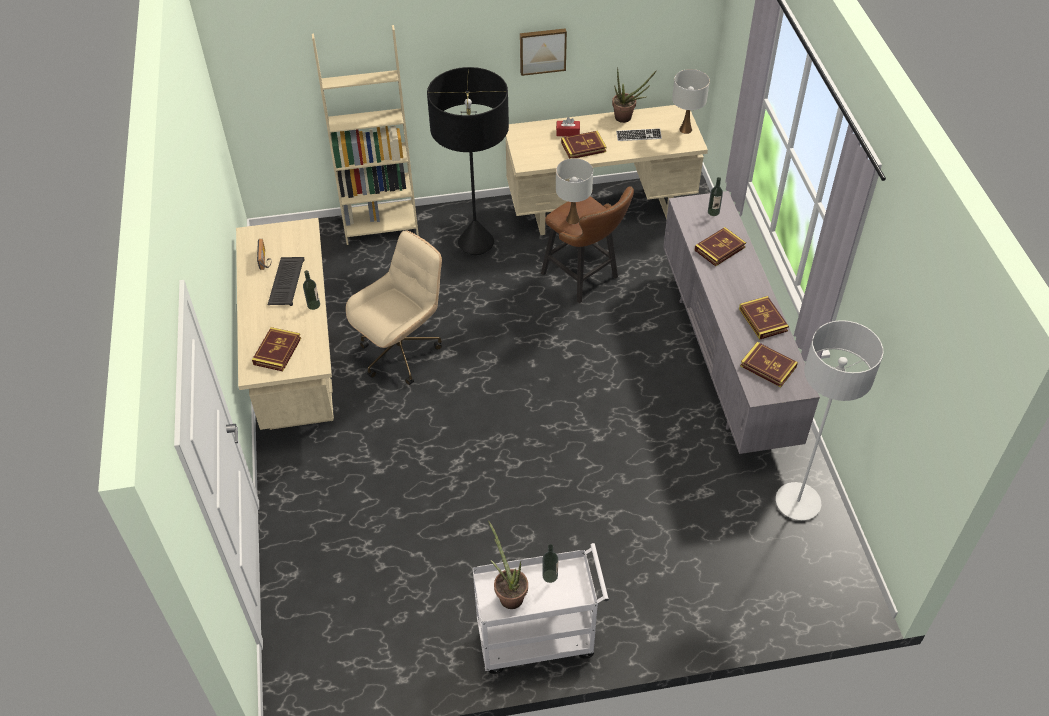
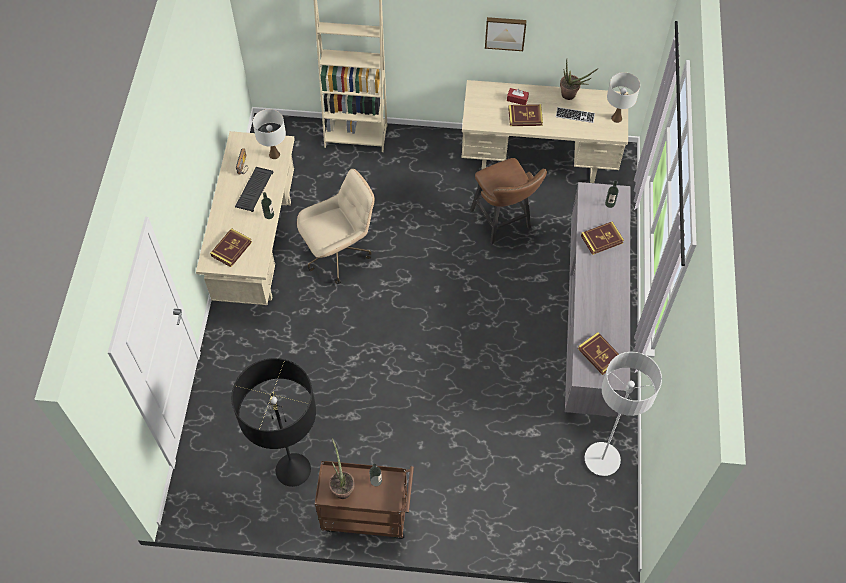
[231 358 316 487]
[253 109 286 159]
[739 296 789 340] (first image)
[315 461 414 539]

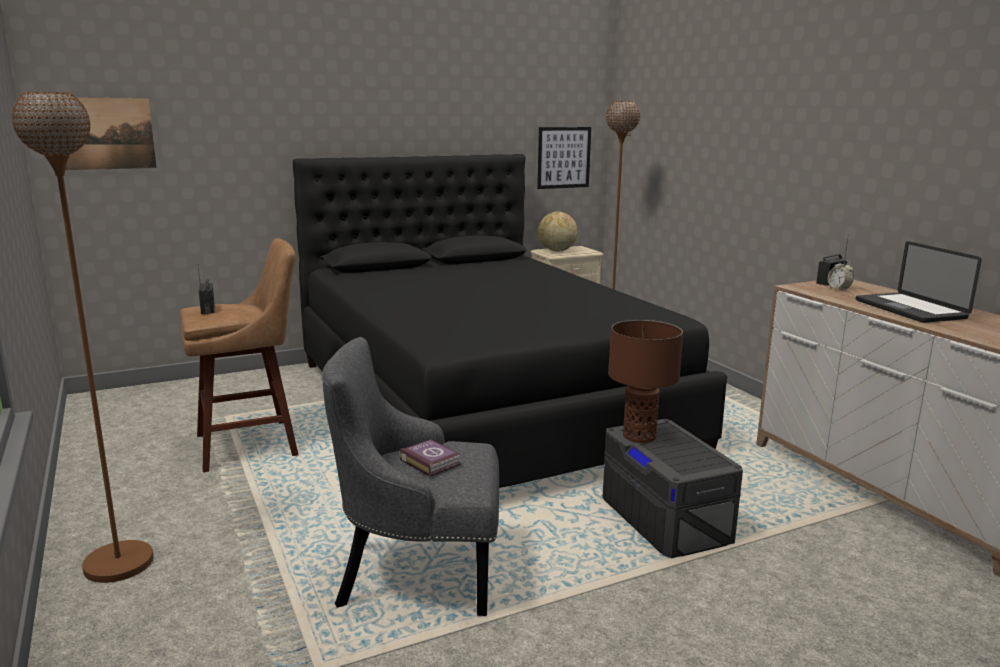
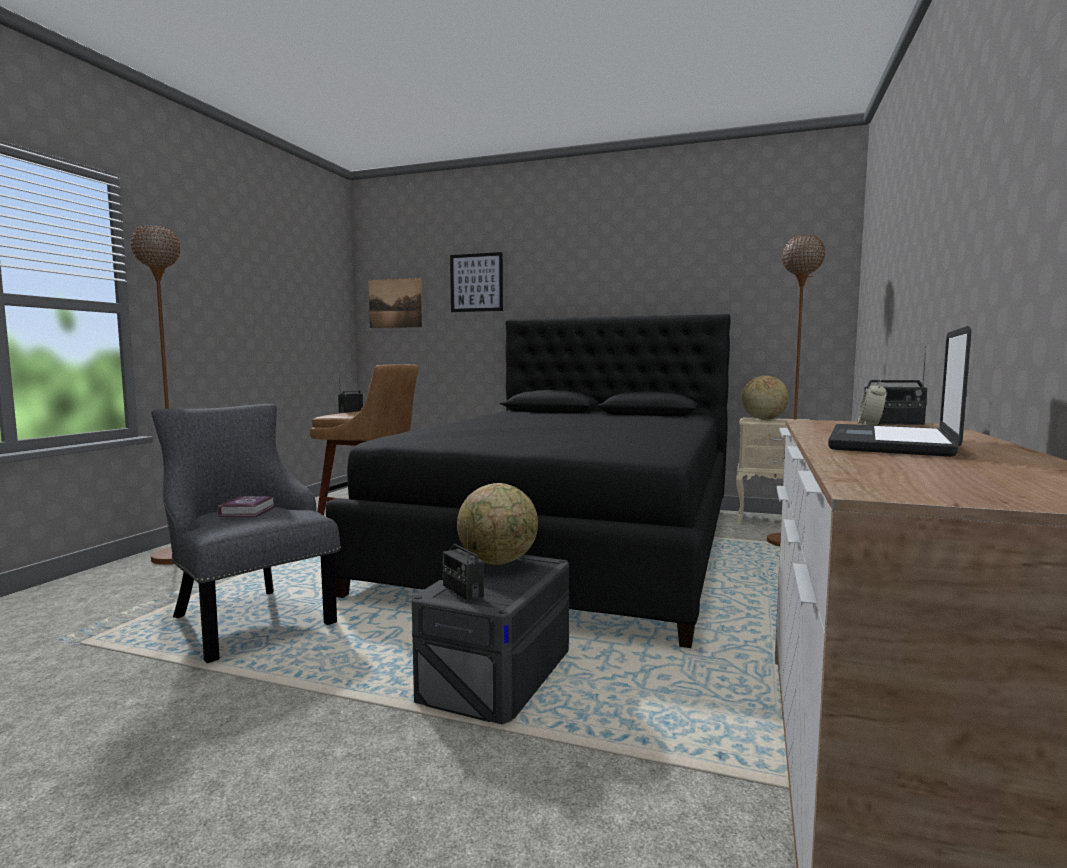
[450 252 503 312]
[457 483 538 565]
[442 523 484 601]

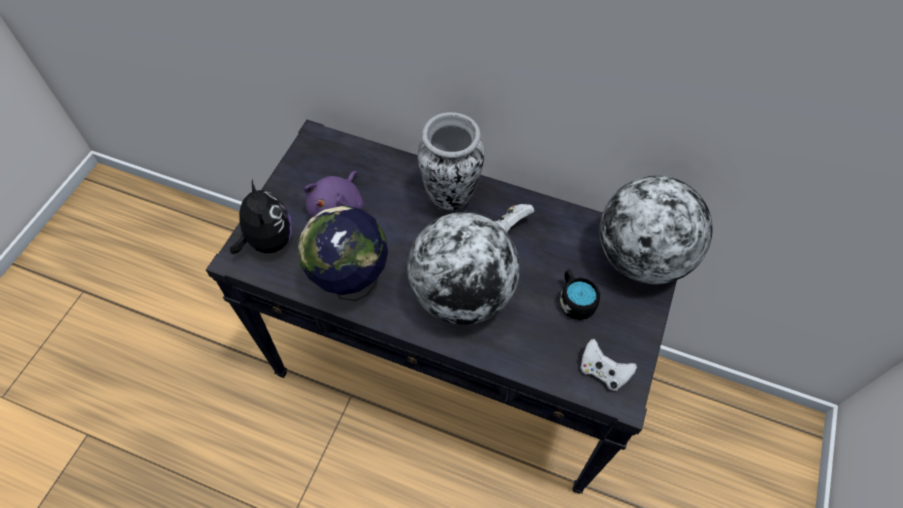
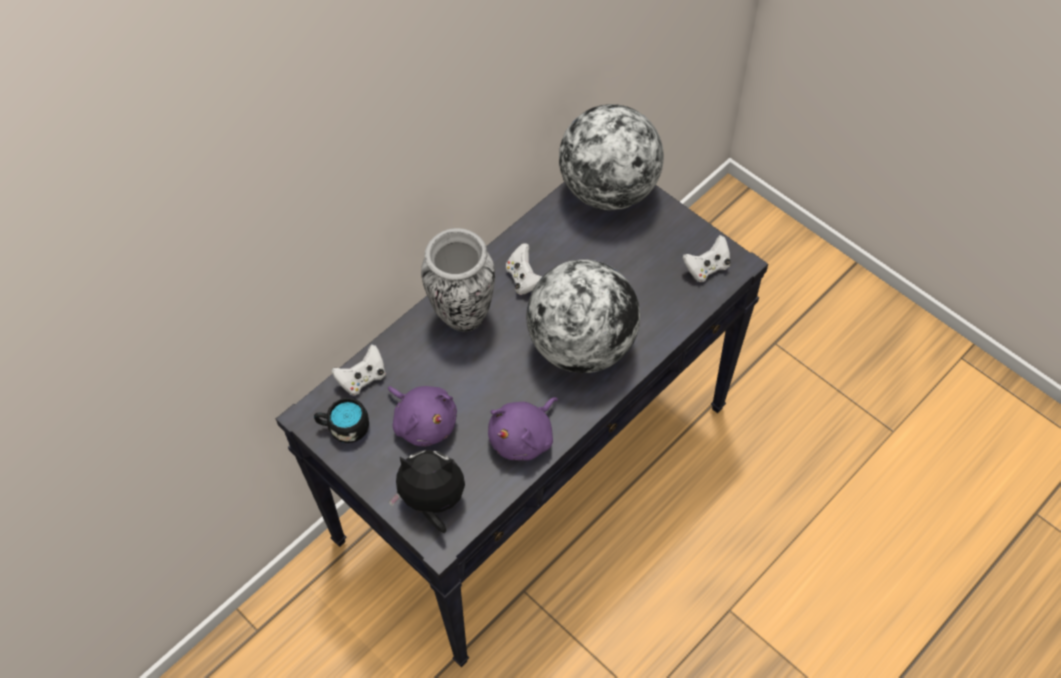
[488 397 558 461]
[314 398 369 443]
[332 344 385 395]

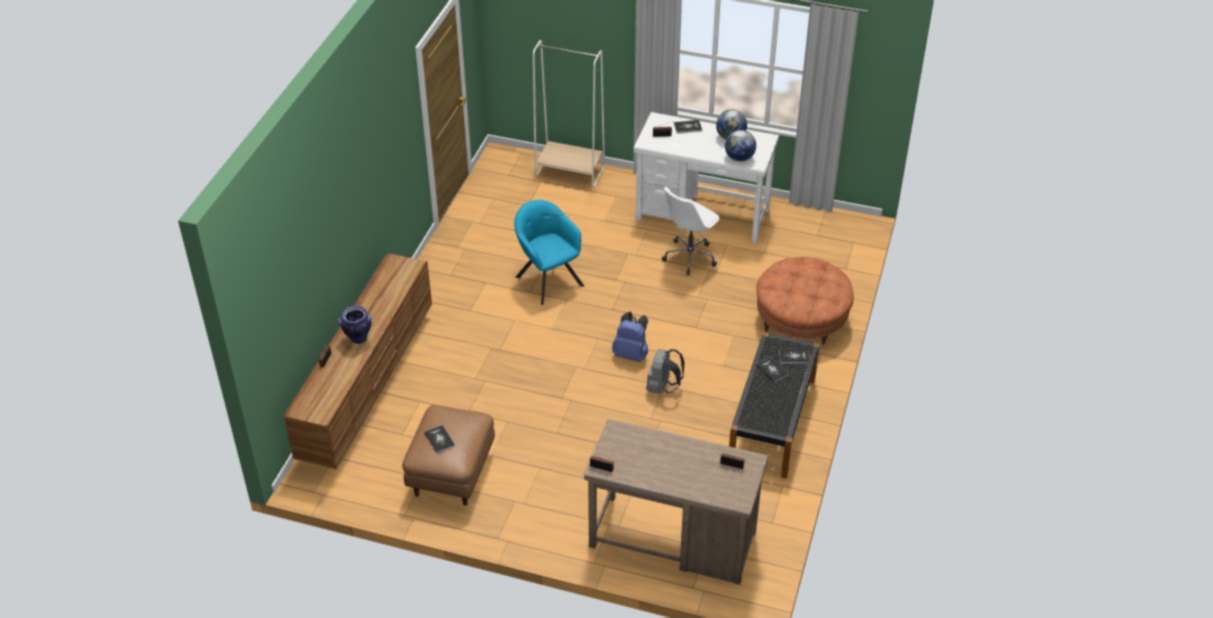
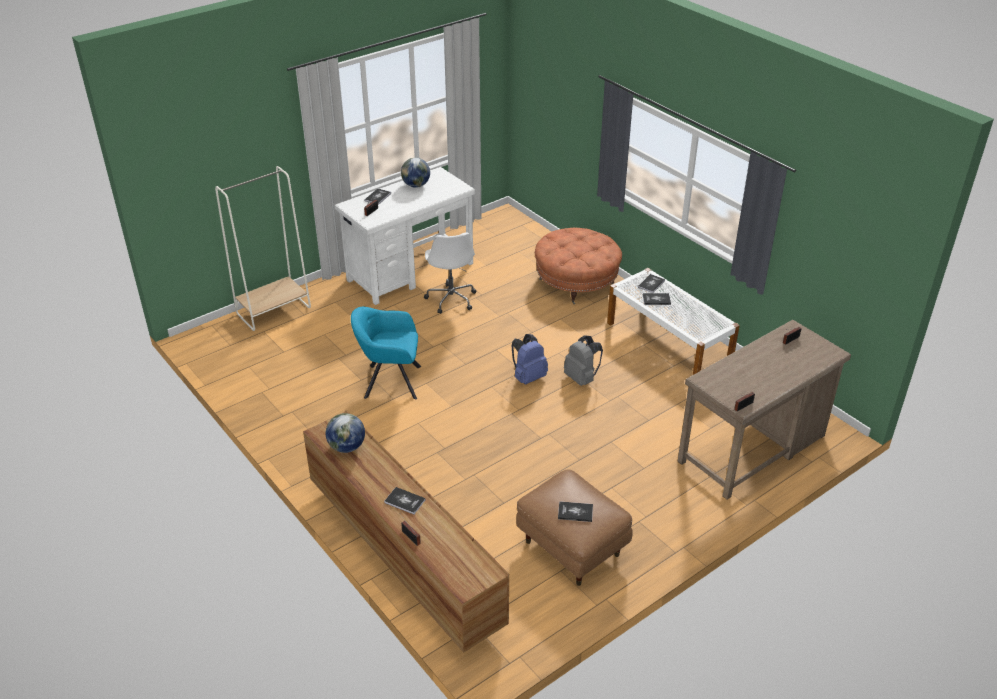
[326 413 365 453]
[384 487 426 515]
[607 268 740 375]

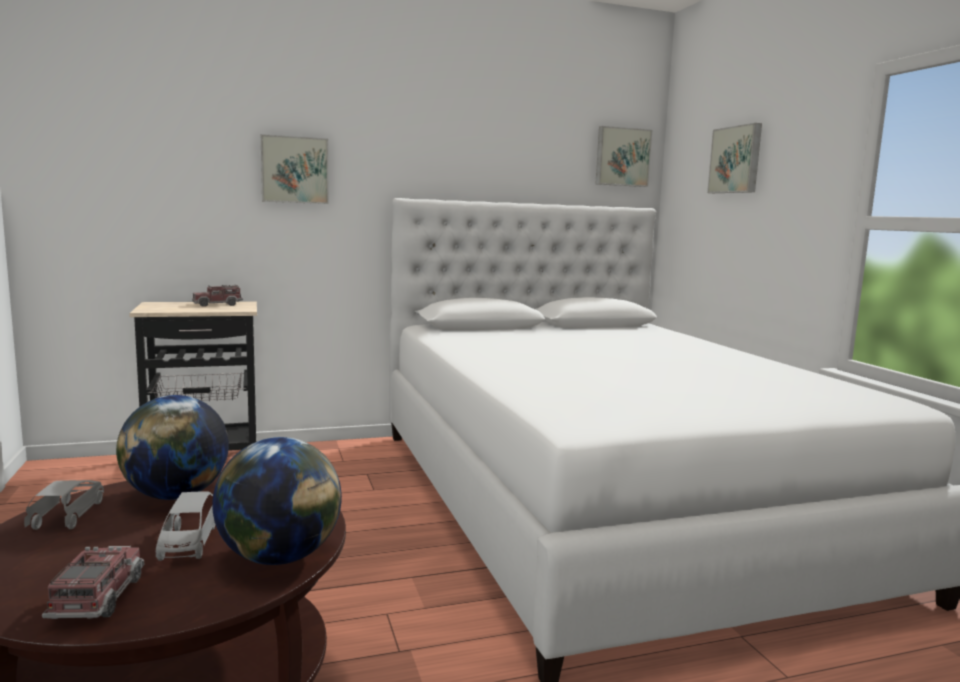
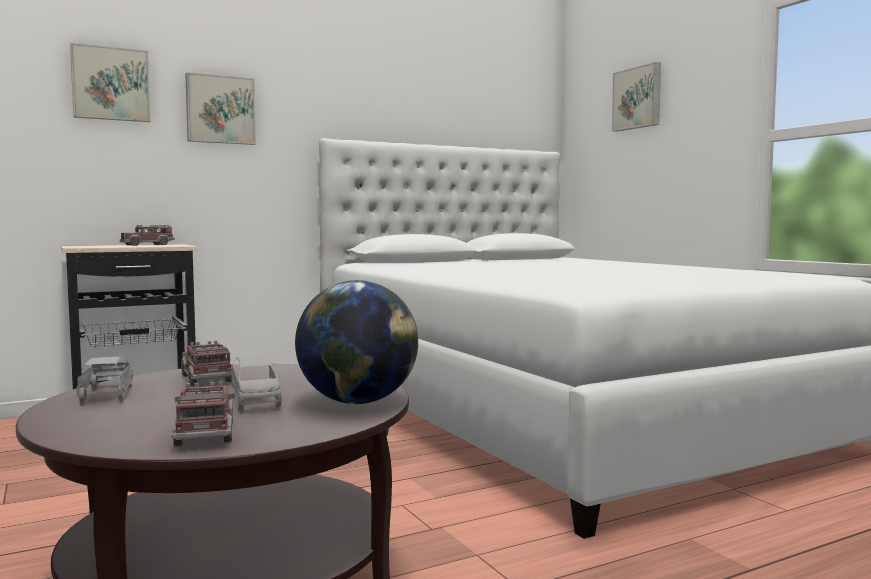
[70 43 151 122]
[181 341 232 386]

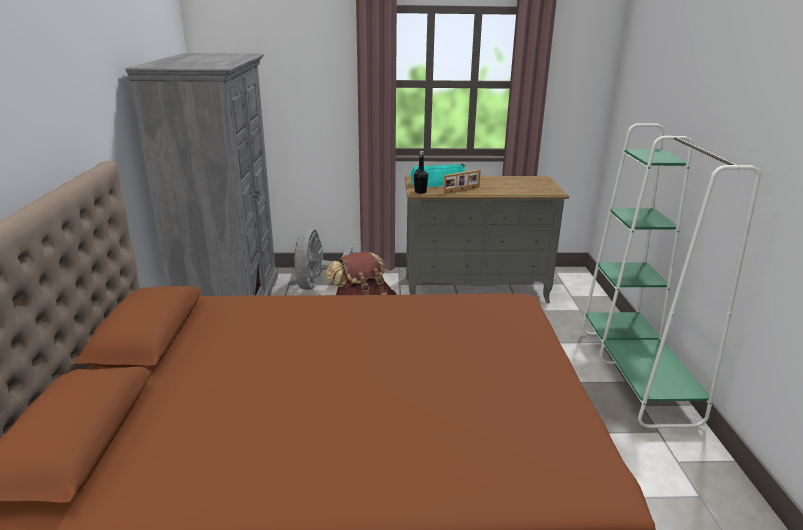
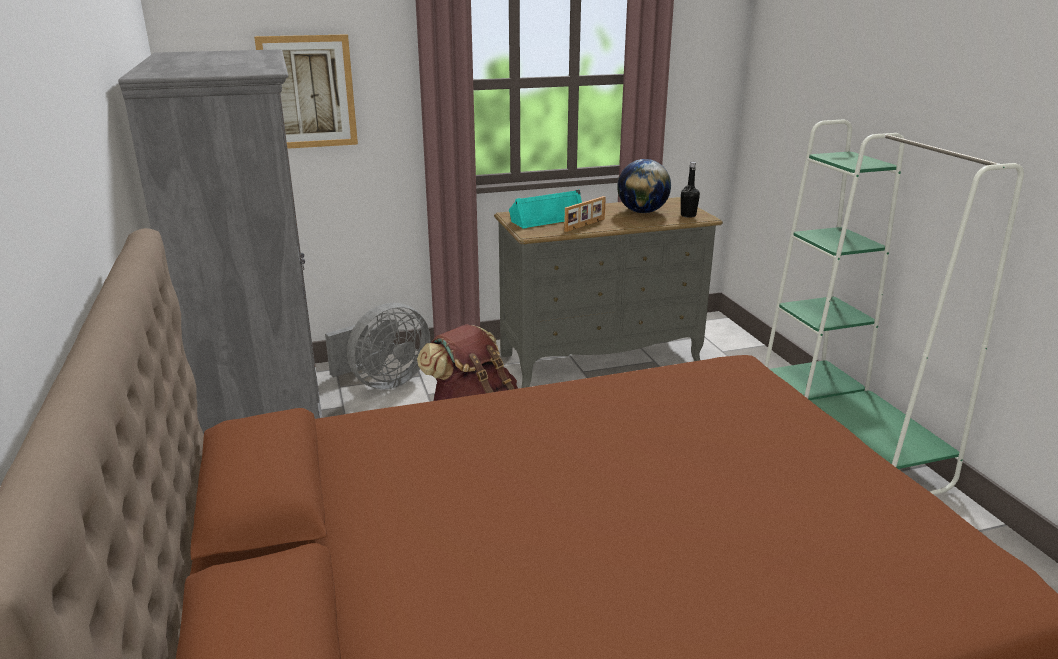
[681 162 700 218]
[325 303 430 390]
[254 34 358 149]
[617 159 671 213]

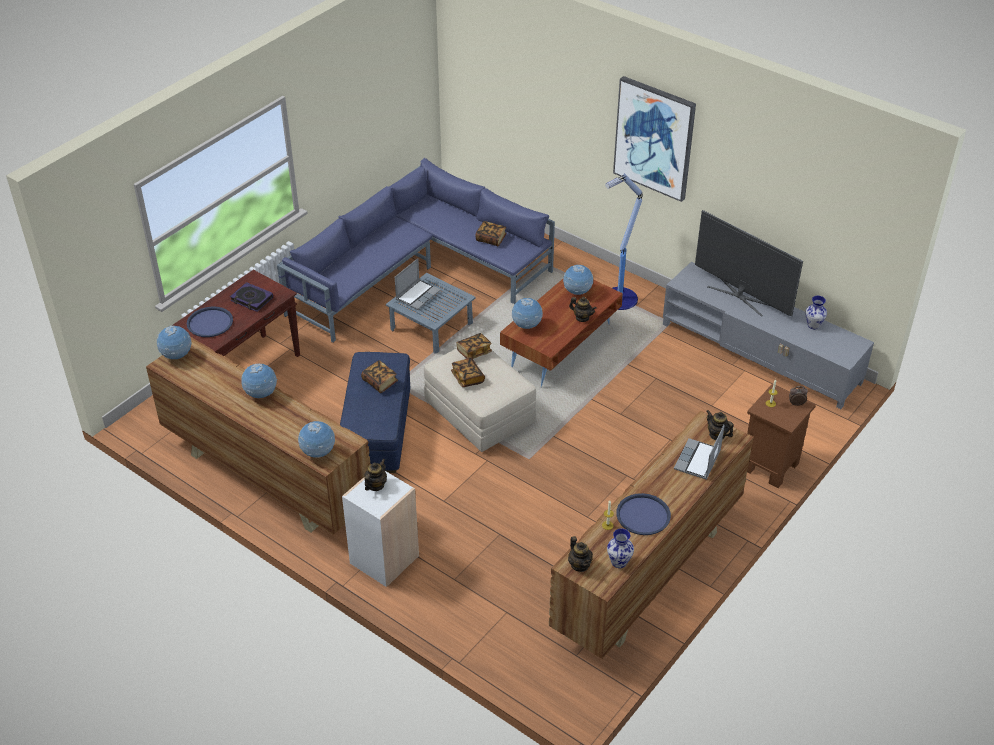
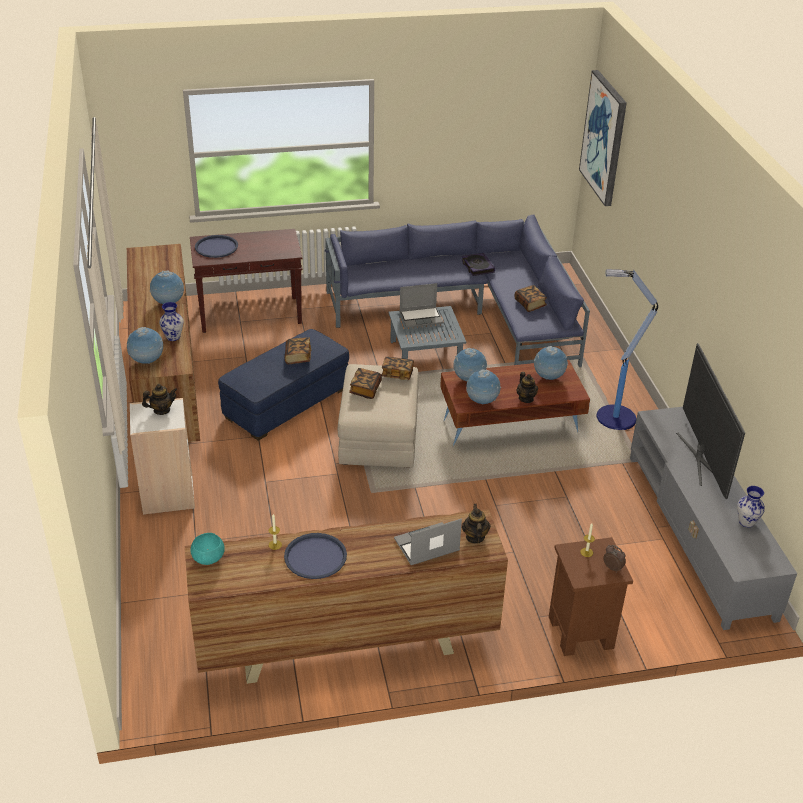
[579 70 627 206]
[461 253 495 276]
[466 369 501 405]
[159 302 183 341]
[190 533 225 565]

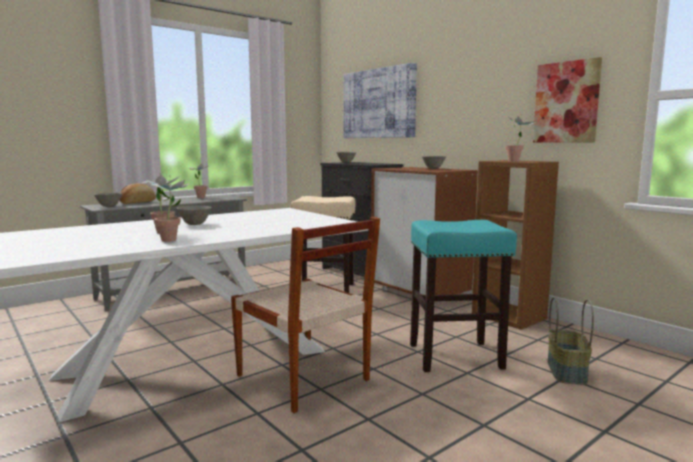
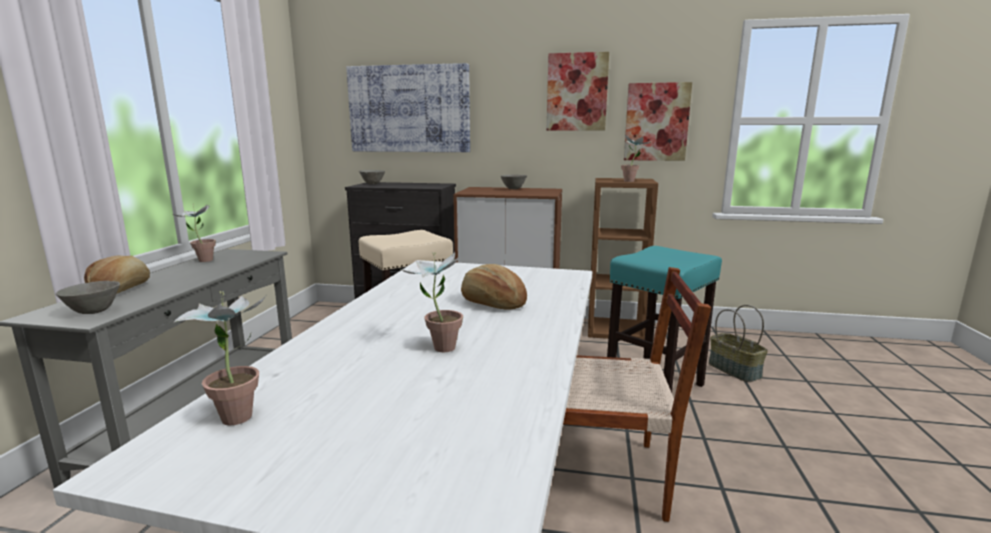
[174 291 266 425]
[176 206 212 225] (first image)
[547 52 609 131]
[461 264 527 310]

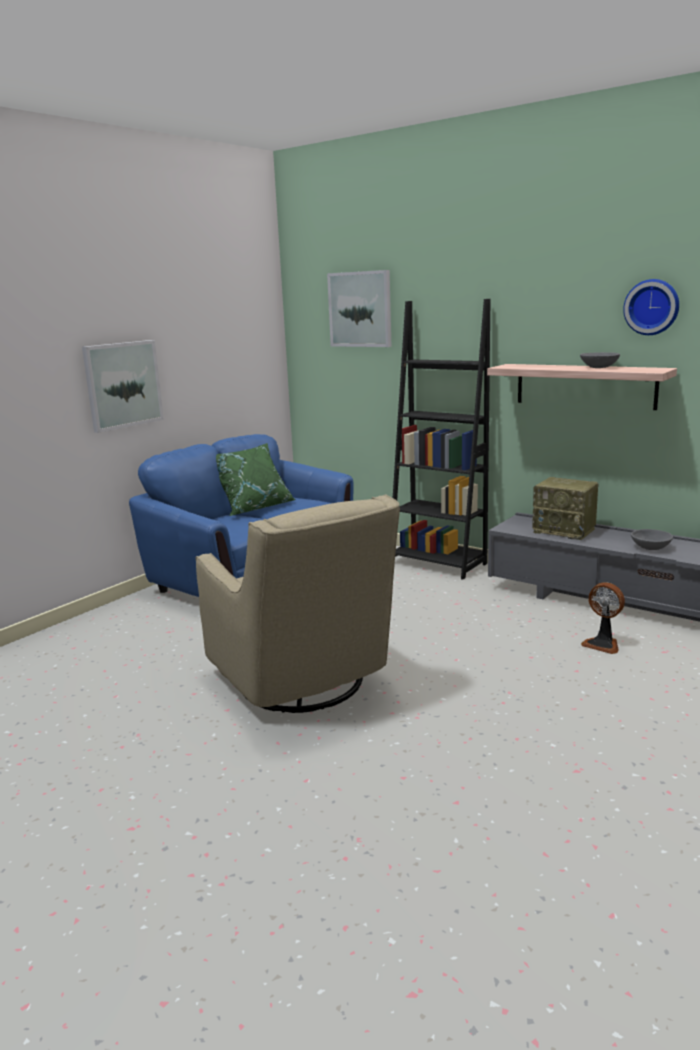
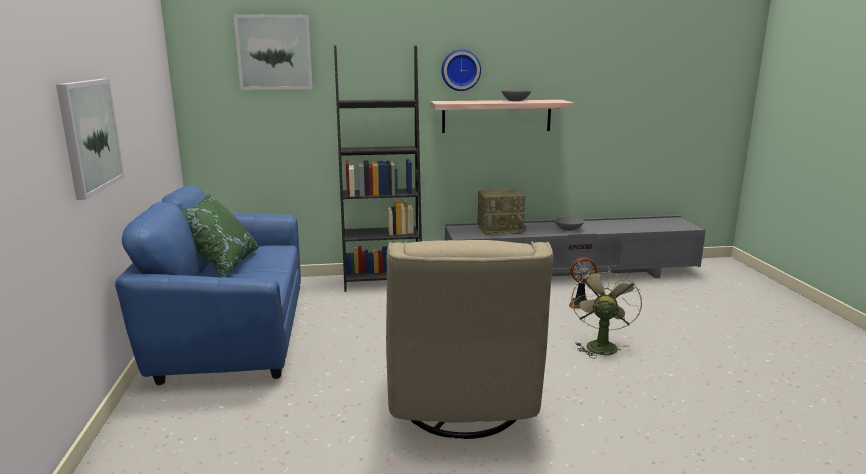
[441 49 481 91]
[386 240 554 439]
[571 267 642 359]

